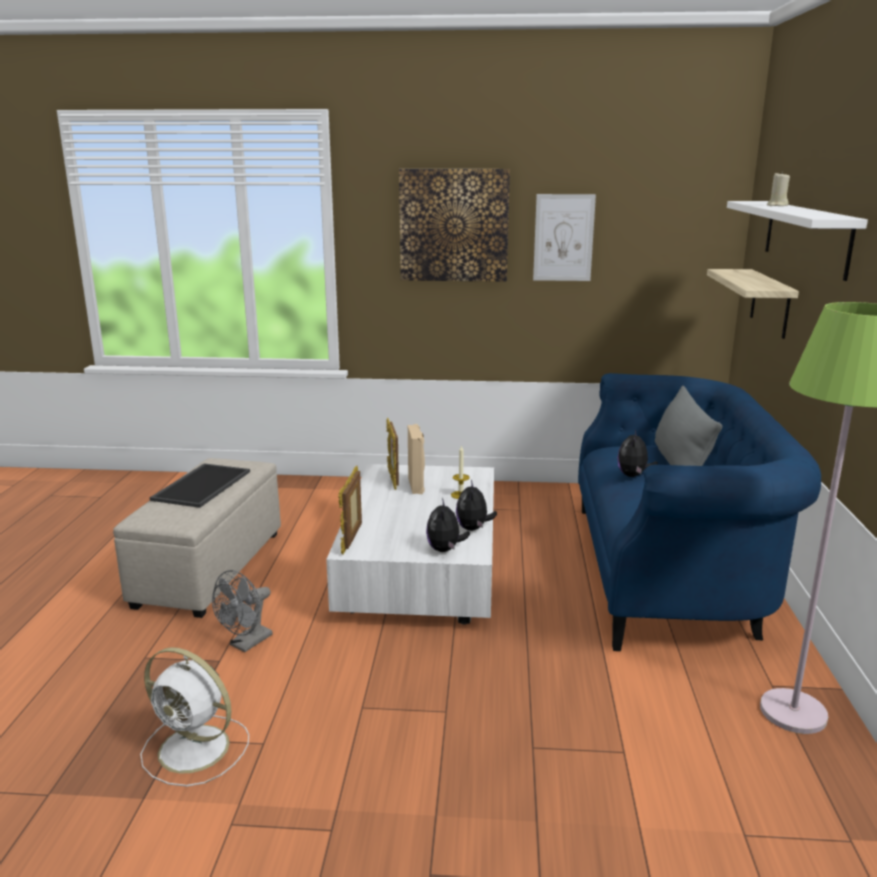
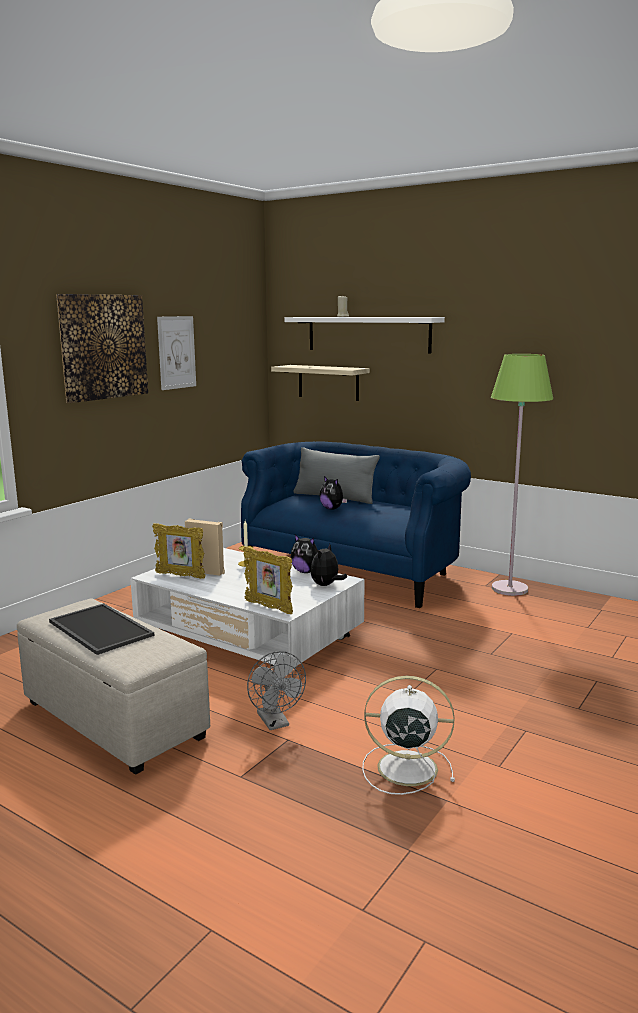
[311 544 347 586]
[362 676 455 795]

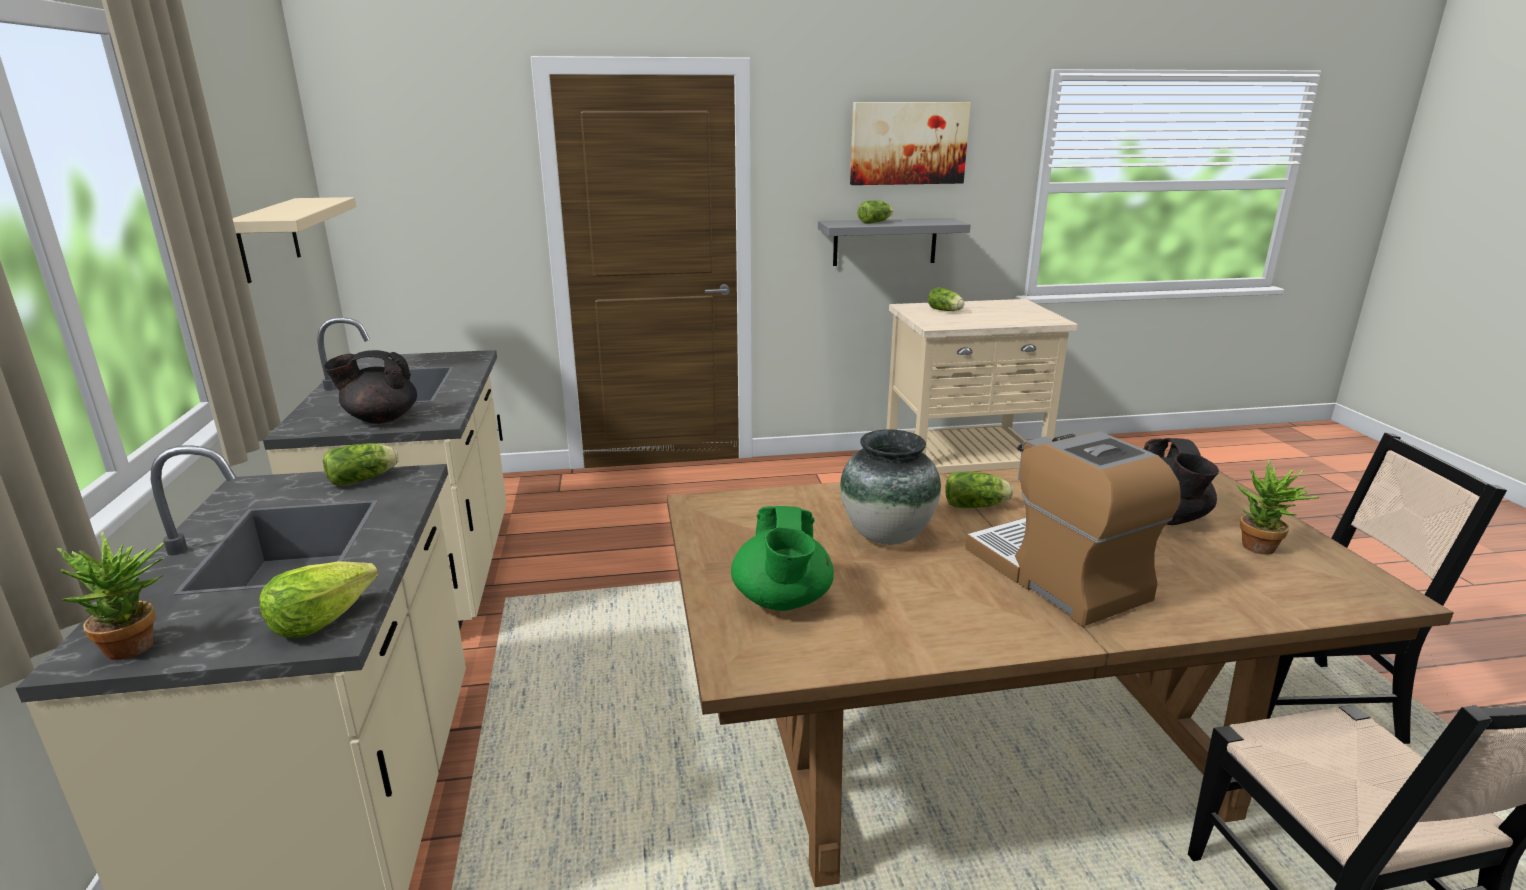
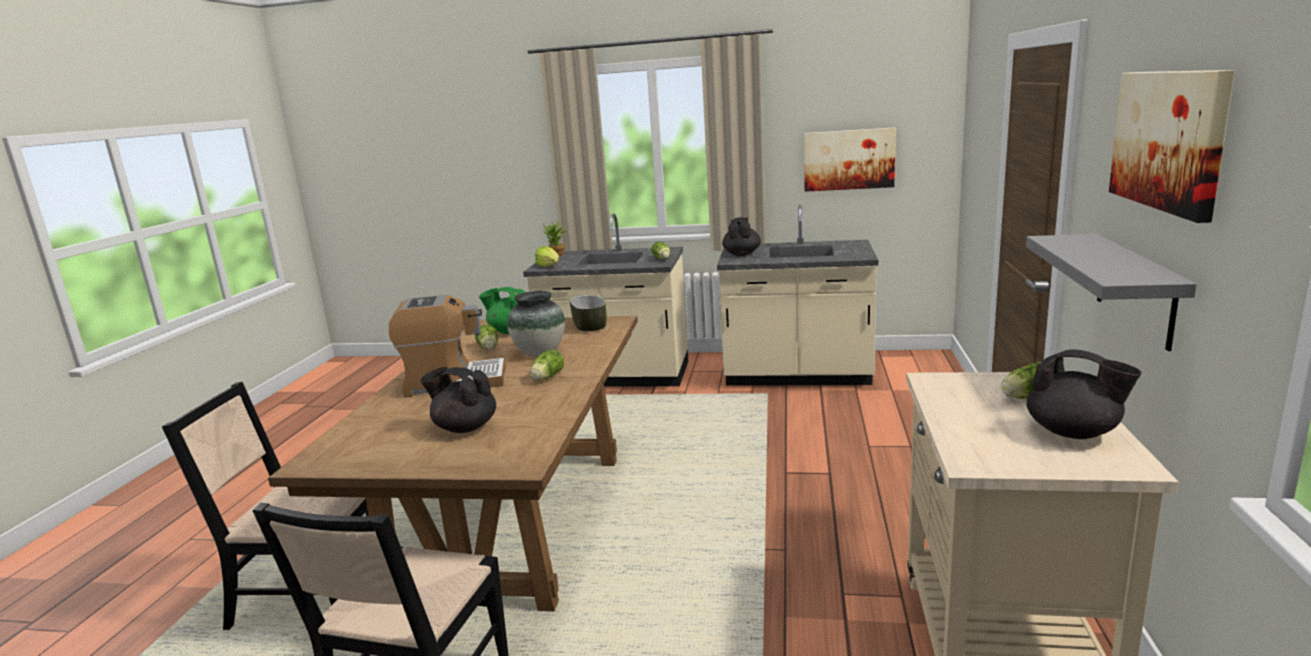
[804 127 896 192]
[475 324 498 350]
[1237 459 1320 555] (first image)
[570 295 607 331]
[1027 349 1141 439]

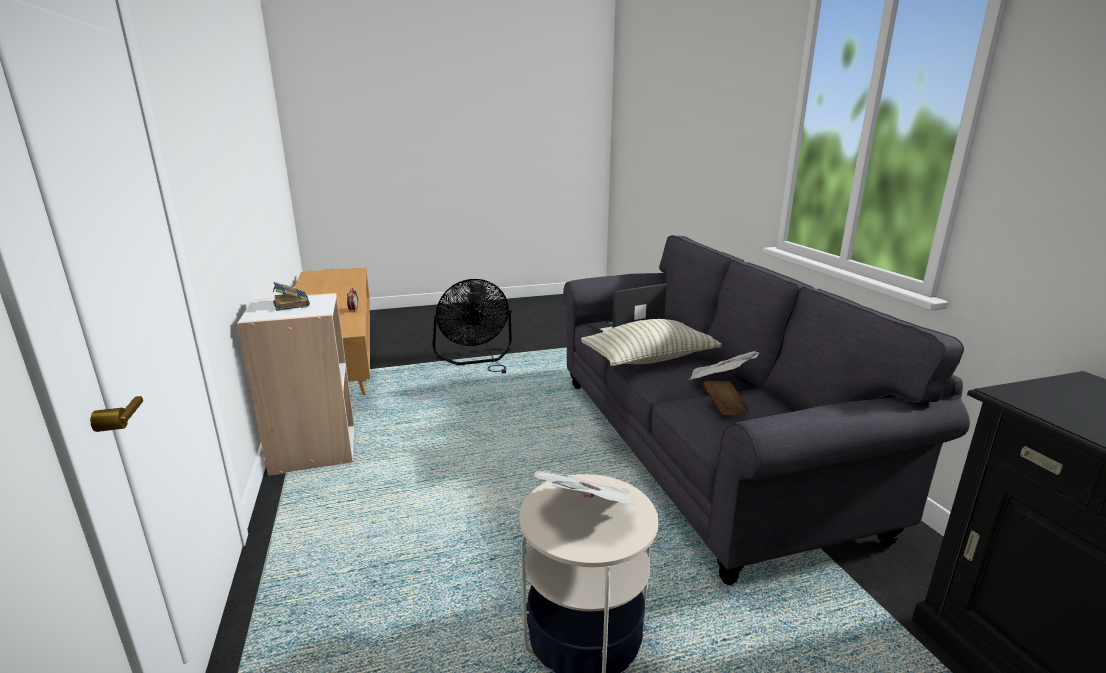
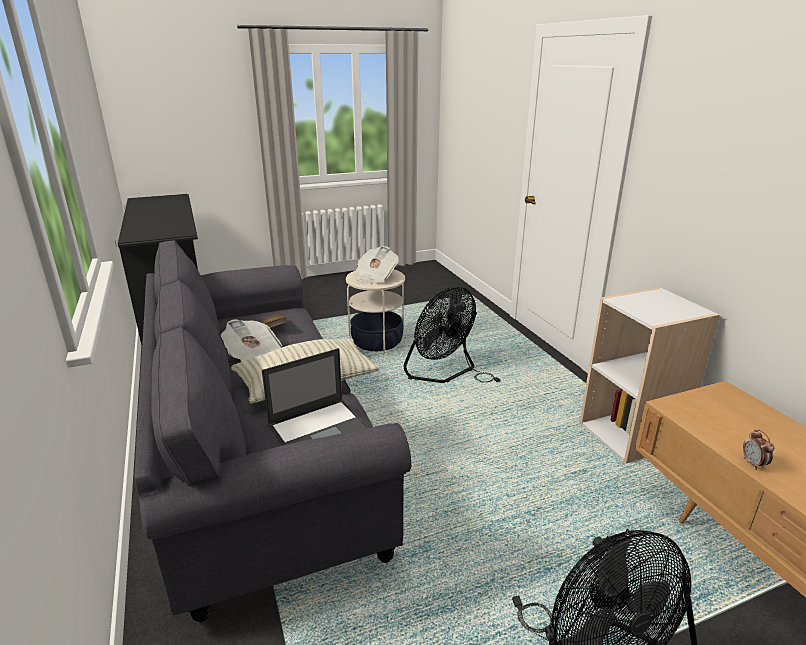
[273 282 310 311] (first image)
[404 287 501 383]

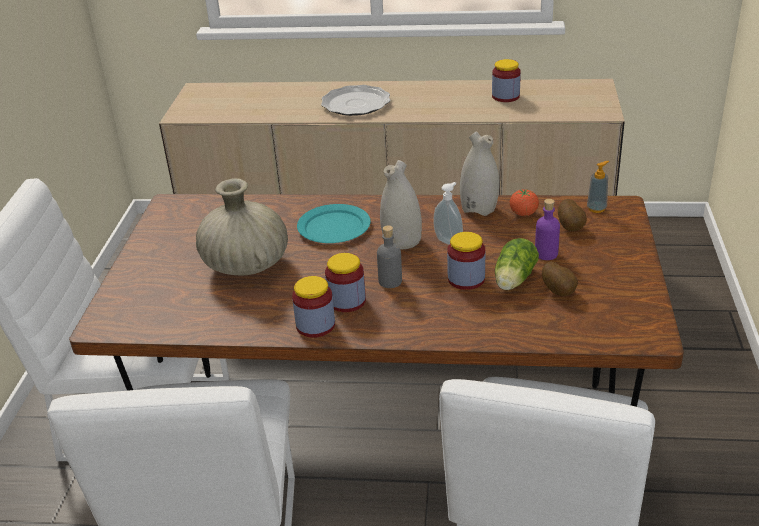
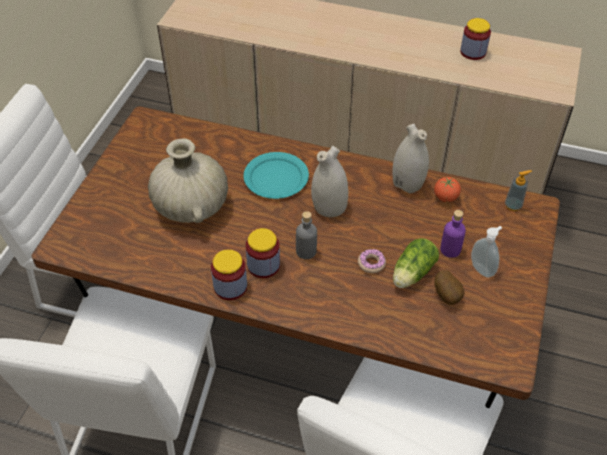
[321 85 390 116] (first image)
[471 226 502 278]
[558 199 587 231] (first image)
[358 249 386 273]

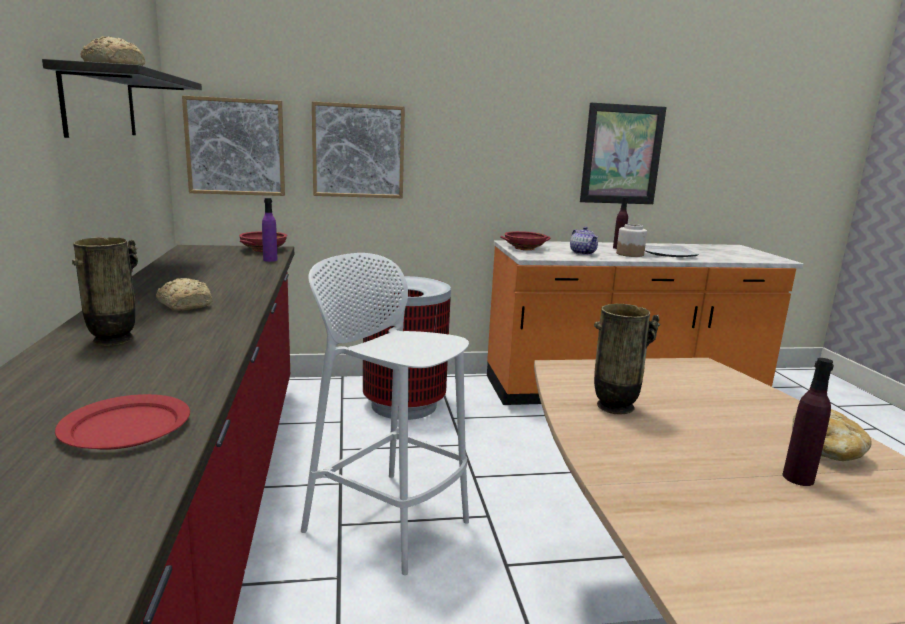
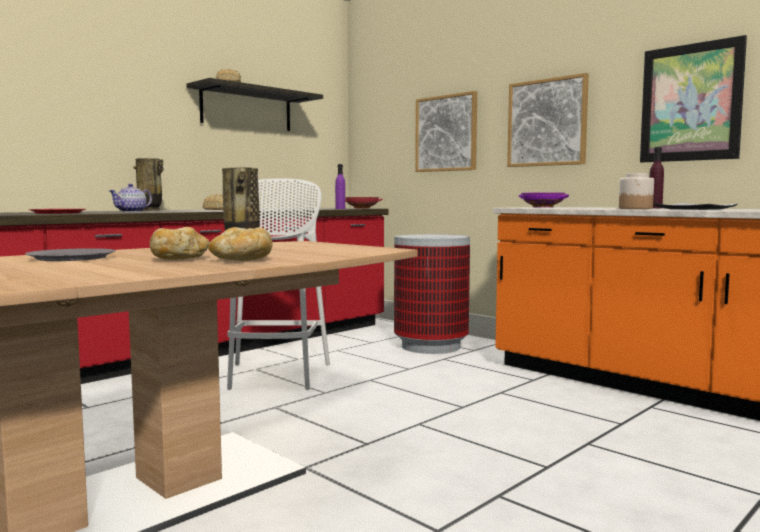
[507 73 589 167]
[109 184 152 212]
[519 193 569 207]
[150 227 209 260]
[25 248 116 261]

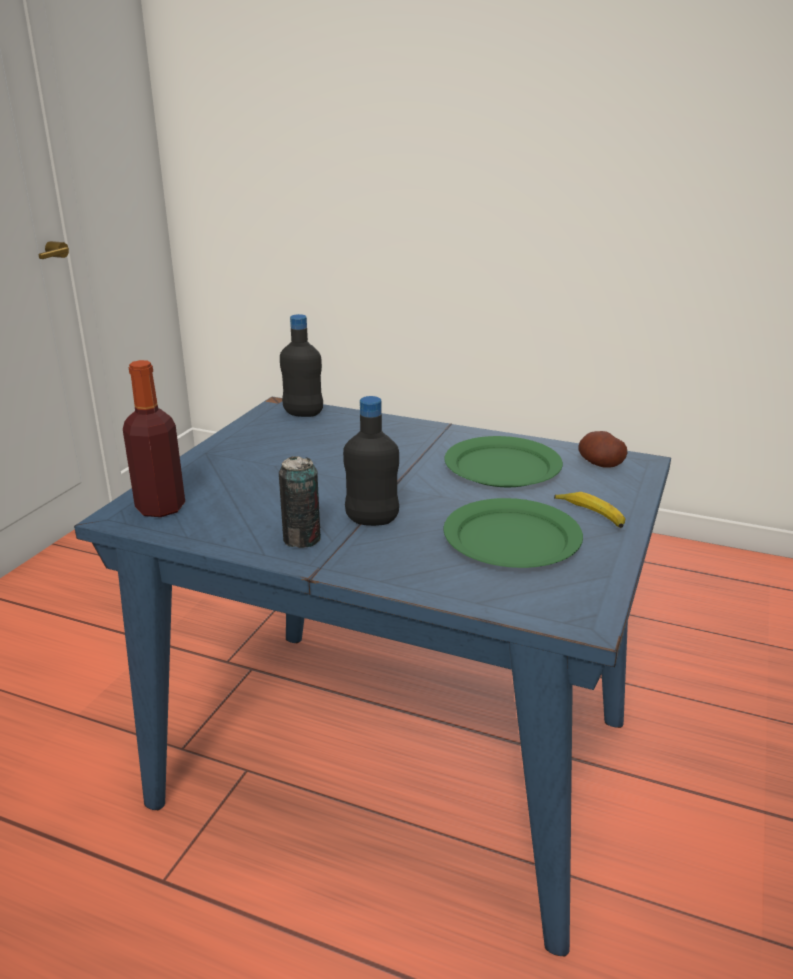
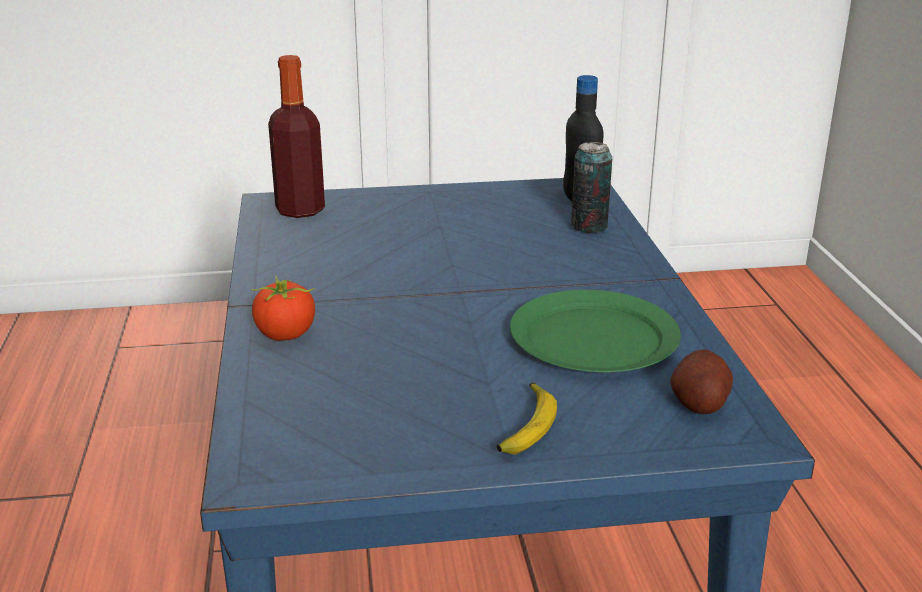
[343 396 399 526] (first image)
[571 142 612 233]
[444 498 583 568] (first image)
[251 276 315 341]

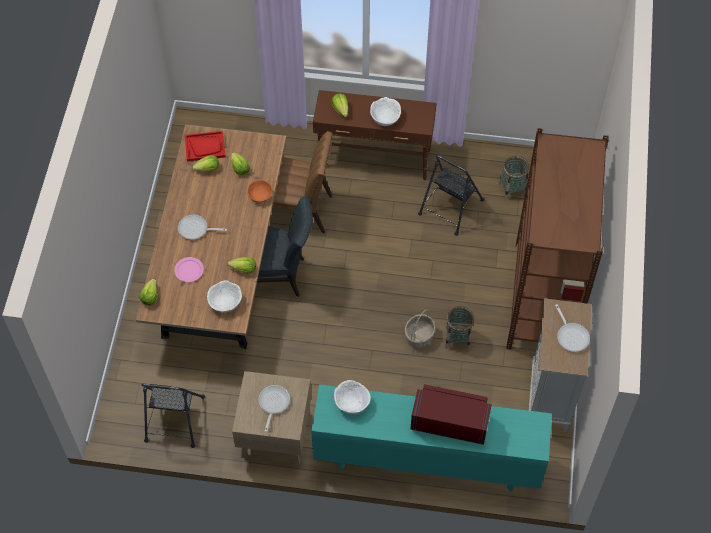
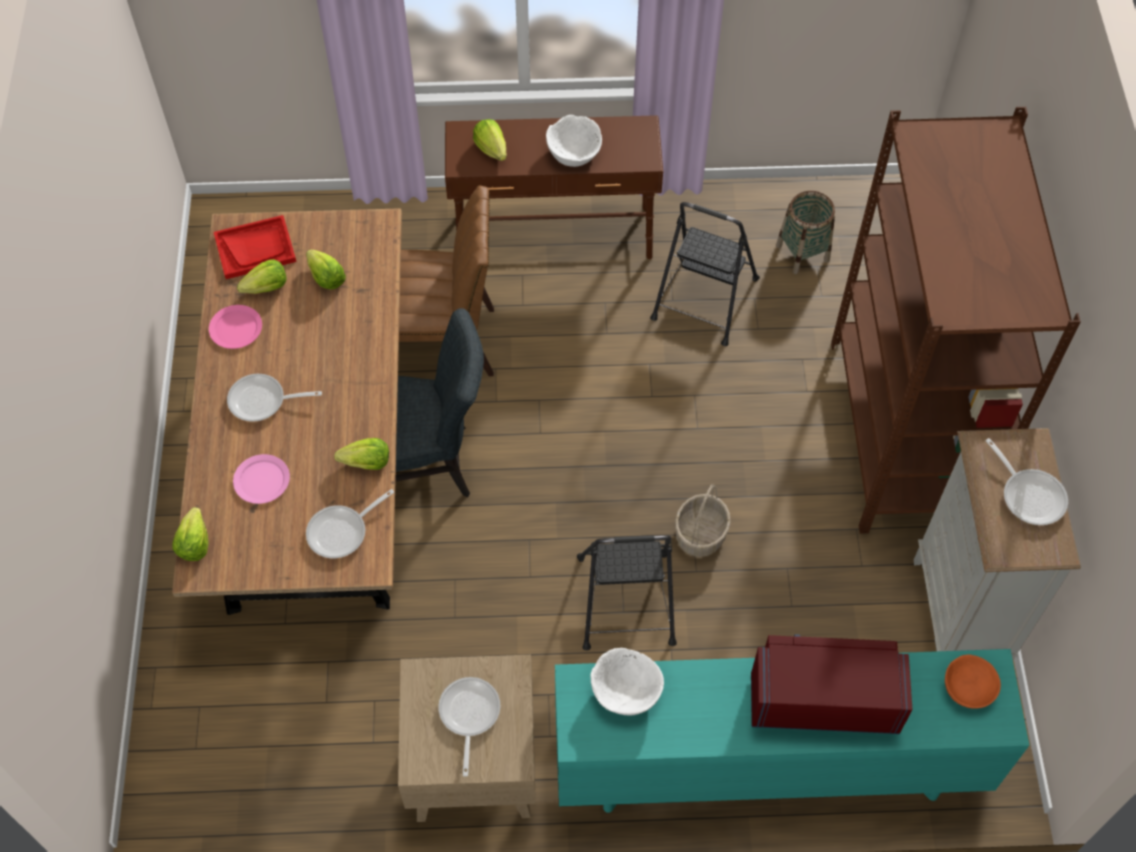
[945 654 1001 709]
[306 489 394 558]
[445 306 474 351] (first image)
[577 535 677 650]
[209 305 262 349]

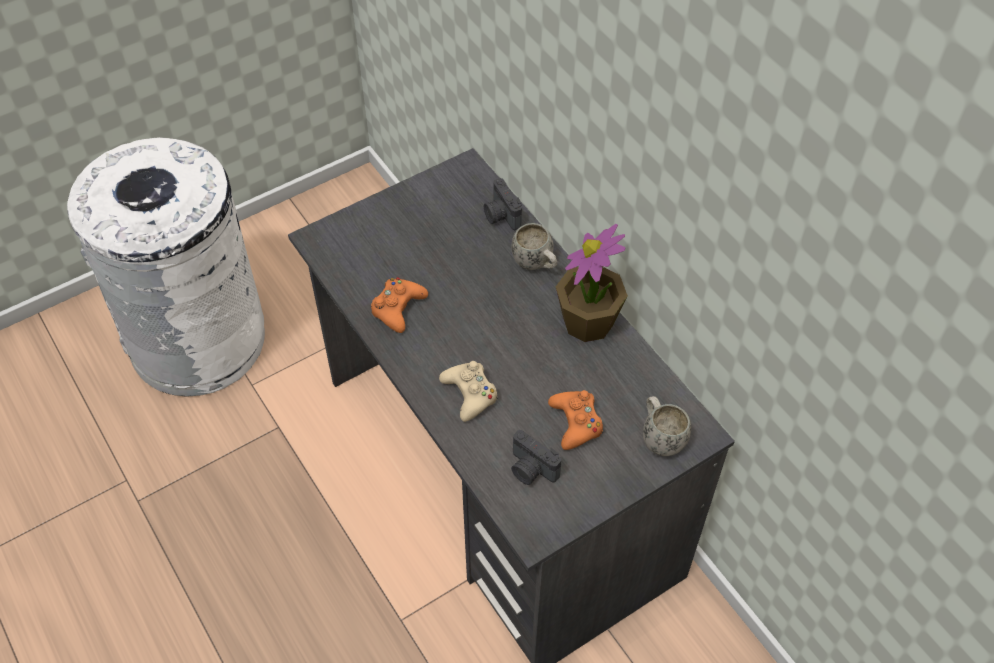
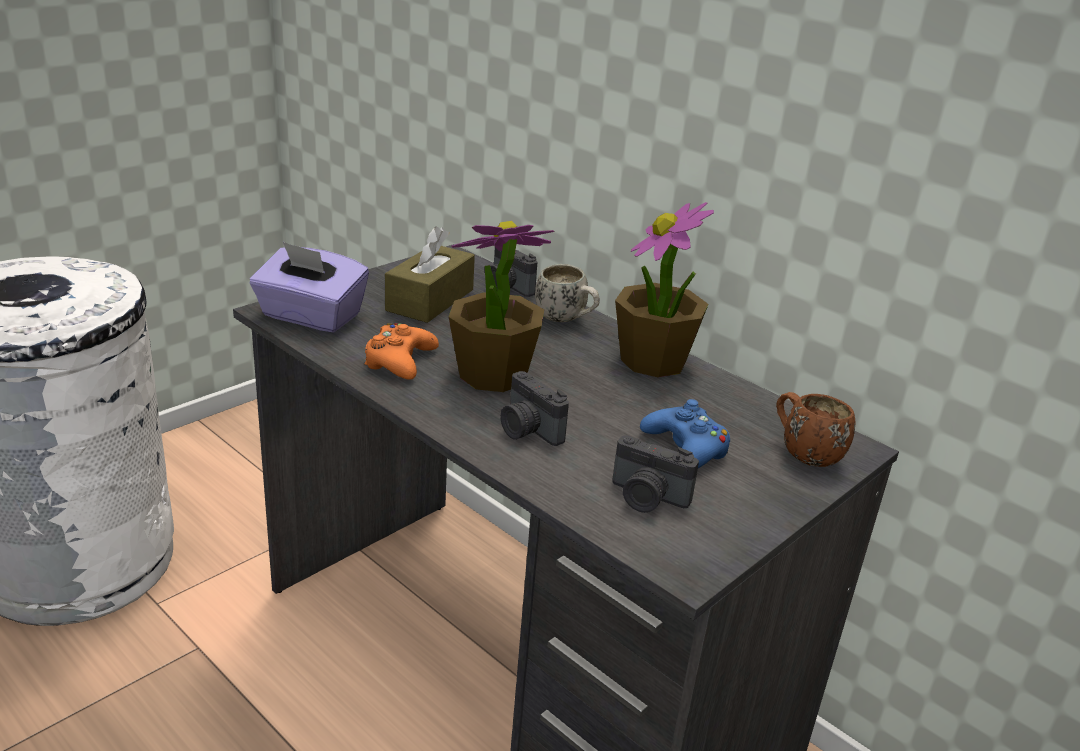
[500 371 569 446]
[640 399 730 468]
[776 392 856 467]
[449 221 554 392]
[385 227 475 323]
[250 242 369 333]

